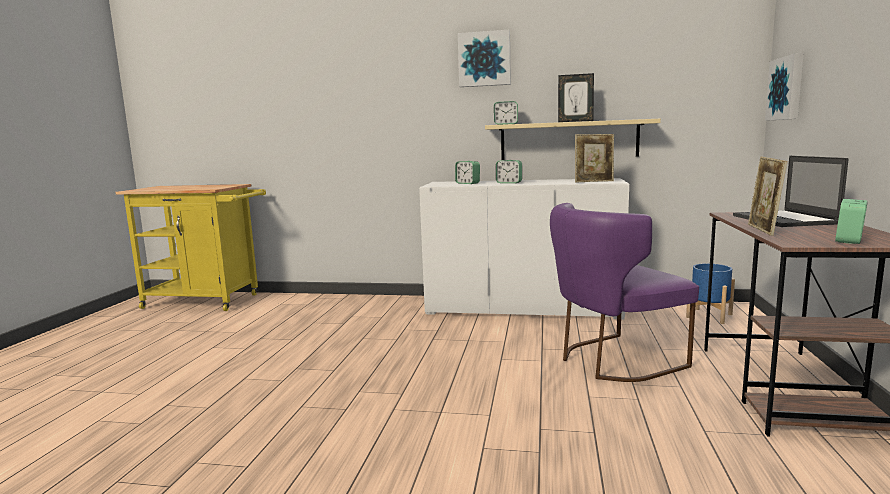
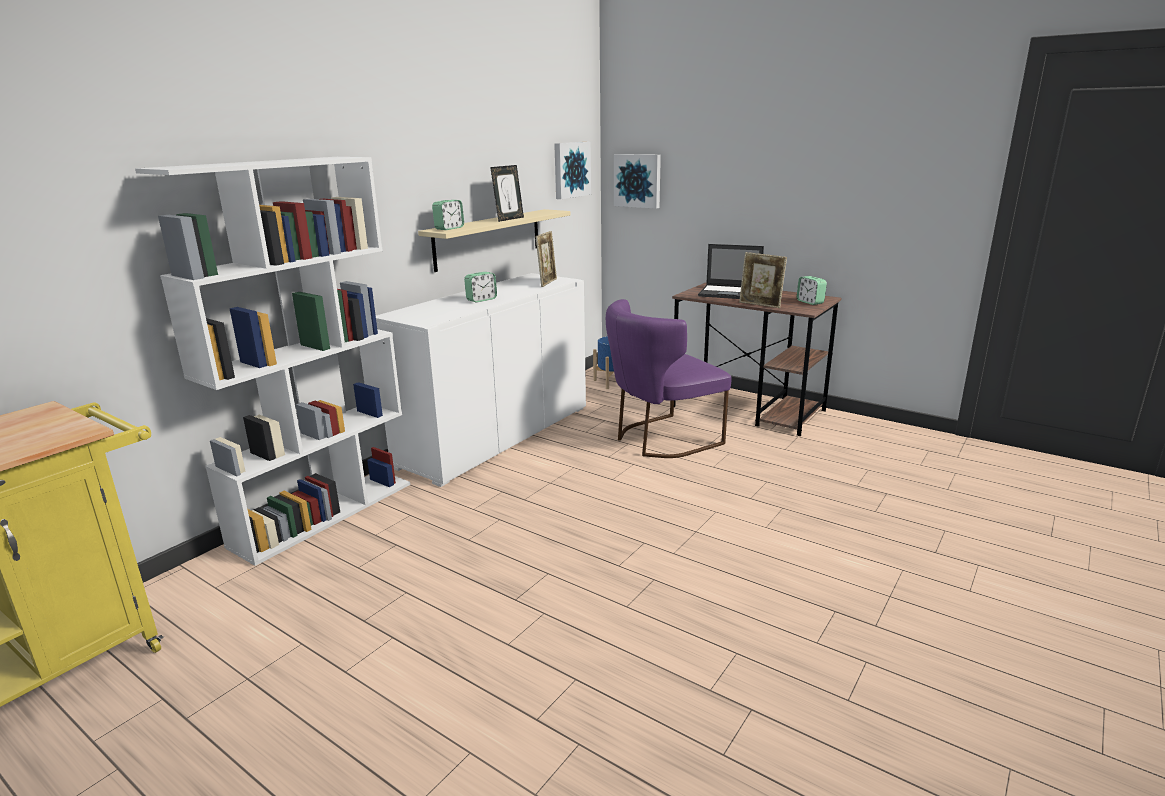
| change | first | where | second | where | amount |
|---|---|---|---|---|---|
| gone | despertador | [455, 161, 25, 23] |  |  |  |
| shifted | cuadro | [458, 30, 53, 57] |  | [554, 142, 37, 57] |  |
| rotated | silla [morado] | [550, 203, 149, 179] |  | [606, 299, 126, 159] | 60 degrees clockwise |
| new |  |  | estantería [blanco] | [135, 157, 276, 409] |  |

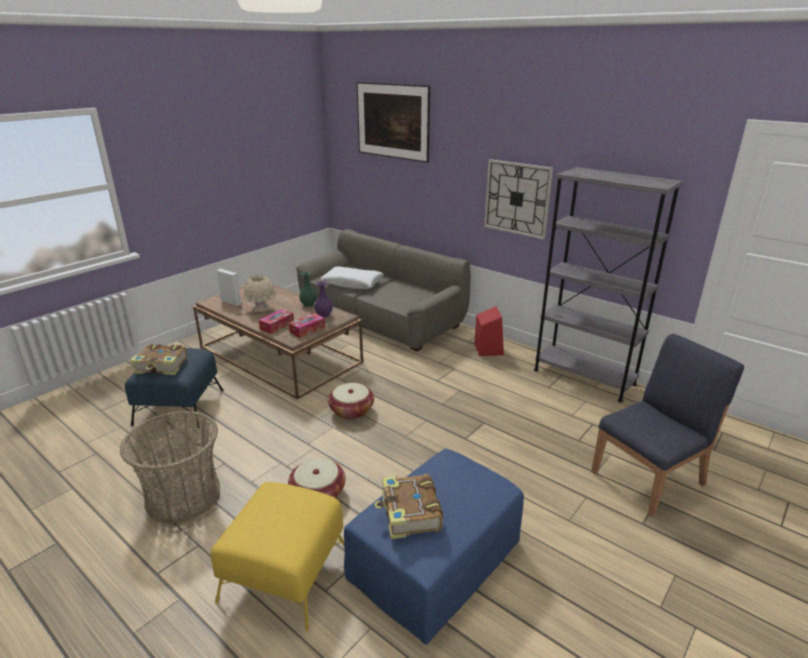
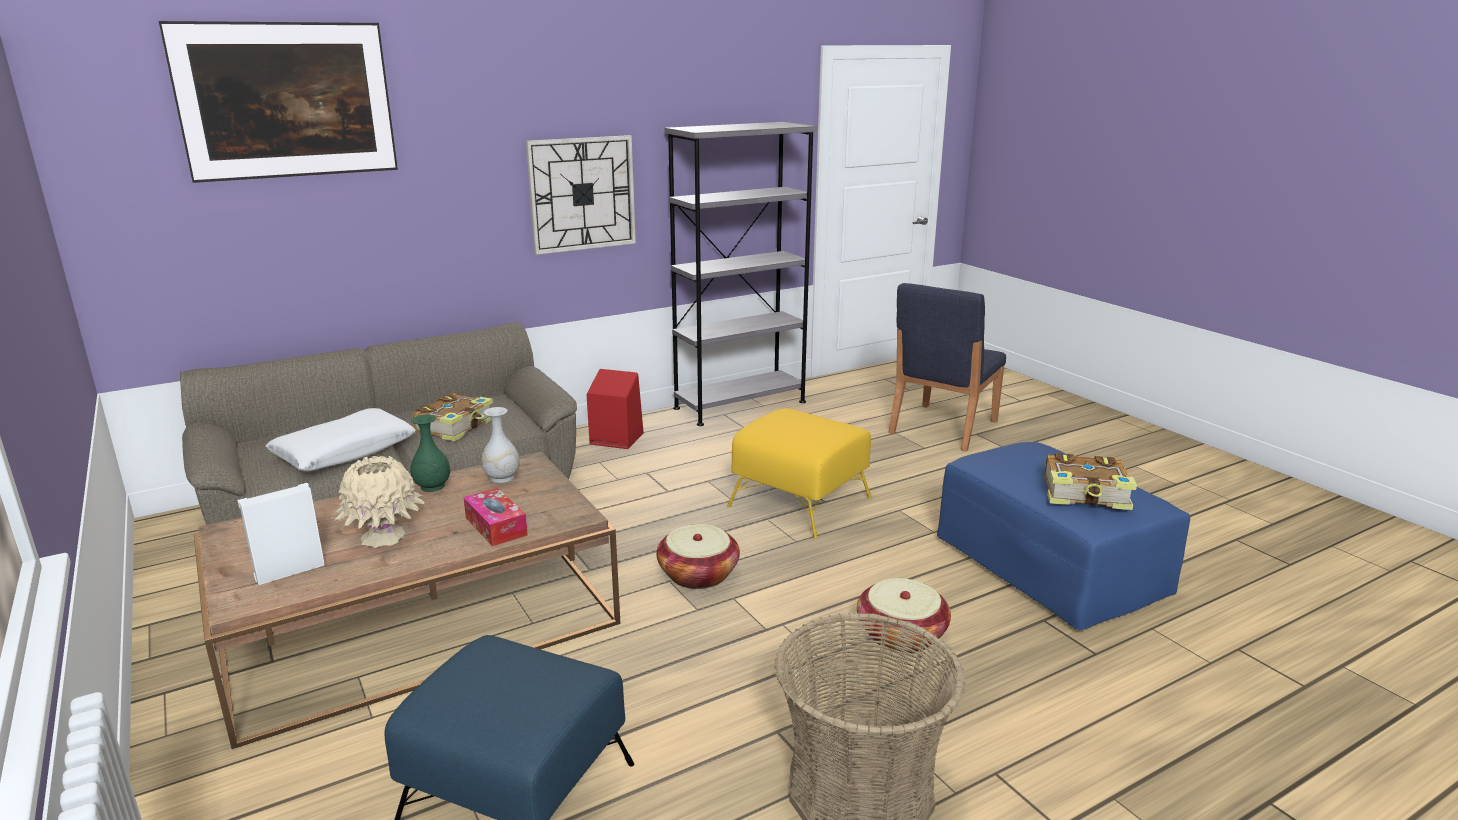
| change | first | where | second | where | amount |
|---|---|---|---|---|---|
| shifted | libro | [130, 344, 57, 31] |  | [412, 393, 81, 48] |  |
| shifted | puf [amarillo] | [211, 482, 133, 149] |  | [727, 408, 145, 131] |  |
| gone | caja de pañuelos | [289, 313, 36, 25] |  |  |  |
| repainted | florero [morado] | [315, 281, 18, 37] | florero [blanco] | [482, 407, 38, 76] |  |
| rotated | silla [azul] | [591, 334, 153, 183] |  | [888, 283, 118, 168] | 135 degrees counterclockwise |

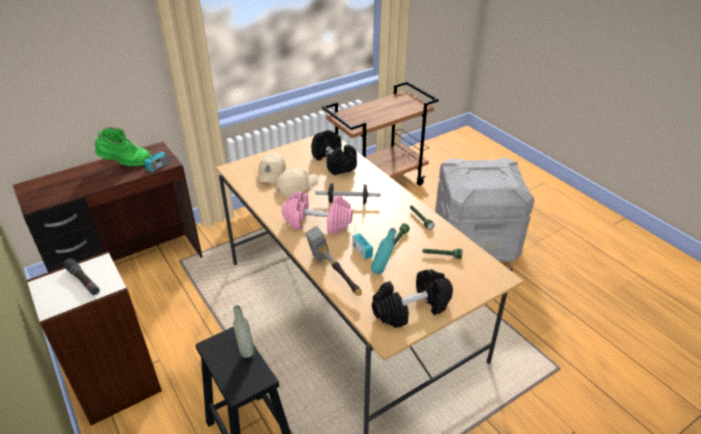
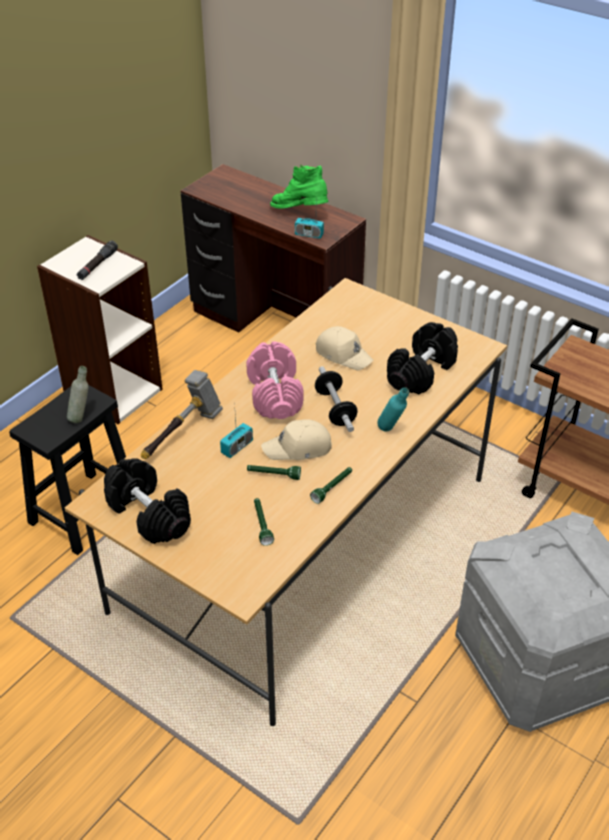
| change | first | where | second | where | amount |
|---|---|---|---|---|---|
| rotated | bota [verde] | [95, 127, 56, 39] |  | [270, 165, 58, 44] | 150 degrees clockwise |
| shifted | gorra [beis] | [258, 153, 28, 31] |  | [261, 419, 71, 41] |  |
| shifted | botella [turquesa] | [371, 228, 25, 46] |  | [377, 387, 32, 45] |  |

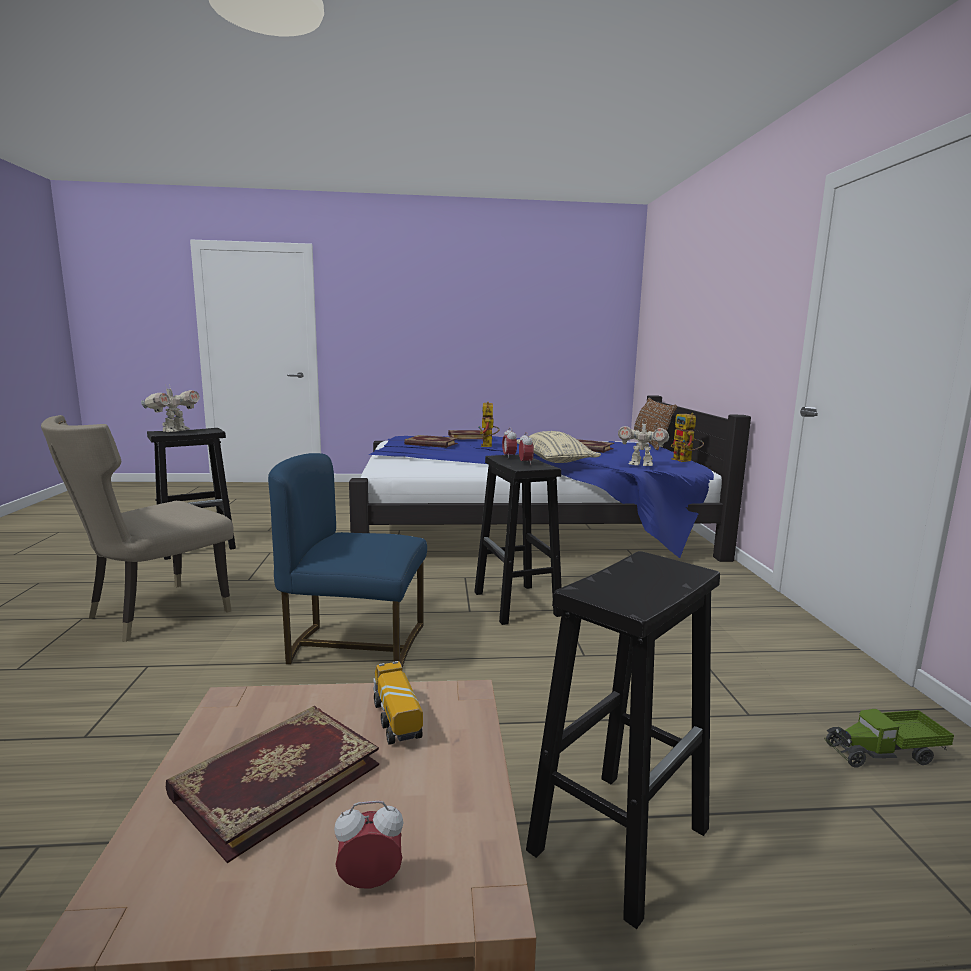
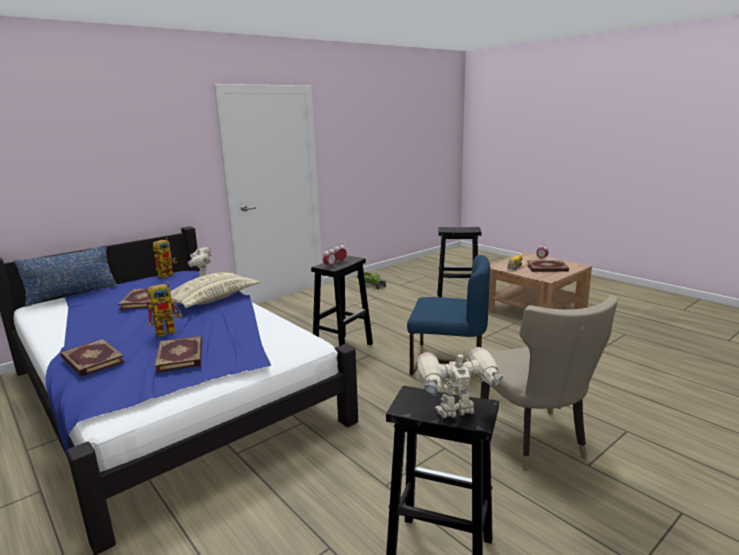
| change | first | where | second | where | amount |
|---|---|---|---|---|---|
| rotated | silla [beis] | [41, 415, 193, 227] |  | [480, 295, 138, 176] | 75 degrees clockwise |
| rotated | silla [azul] | [268, 453, 159, 214] |  | [407, 255, 83, 121] | 45 degrees counterclockwise |
| repainted | cojín [marrón] | [634, 398, 43, 52] | cojín [azul] | [14, 245, 104, 61] |  |

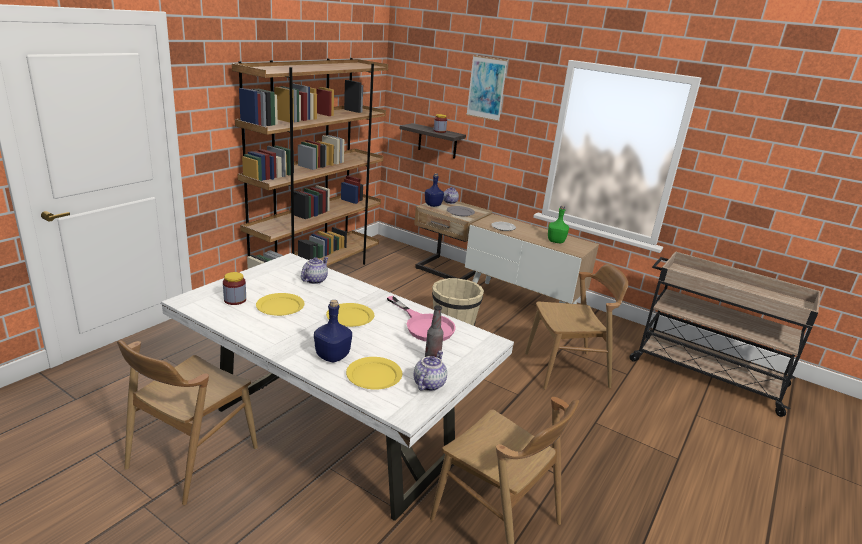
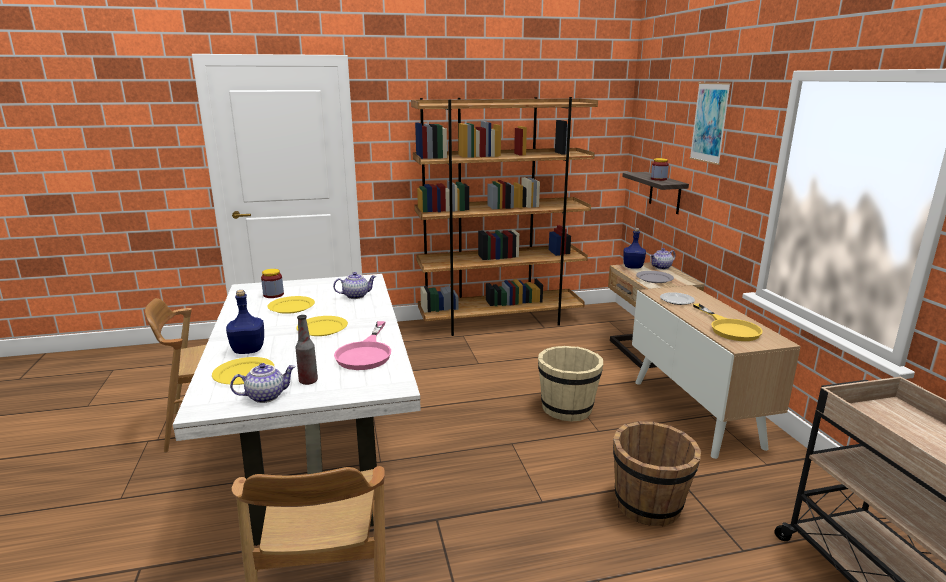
| change | first | where | second | where | amount |
|---|---|---|---|---|---|
| swapped | silla [marrón] | [525, 264, 103, 126] | cubo [marrón] | [613, 421, 88, 106] |  |
| swapped | botella [verde] | [548, 206, 21, 37] | sartén [amarillo] | [693, 304, 70, 37] |  |

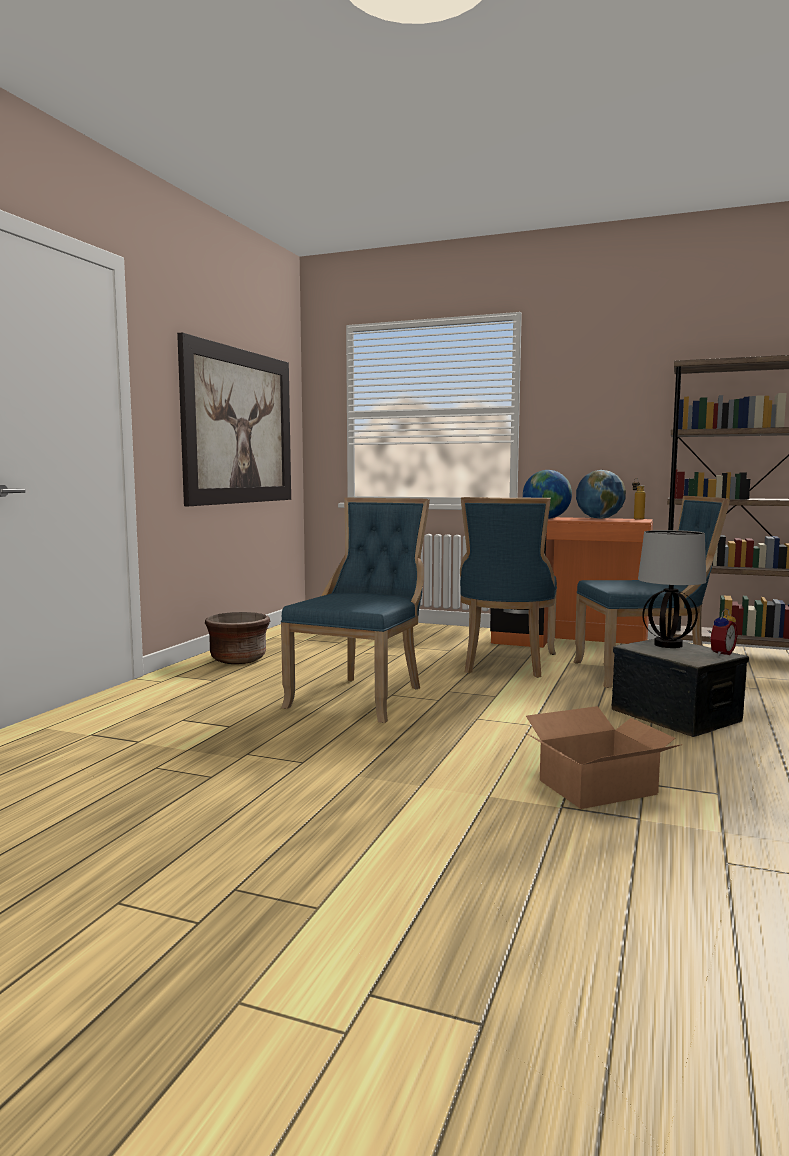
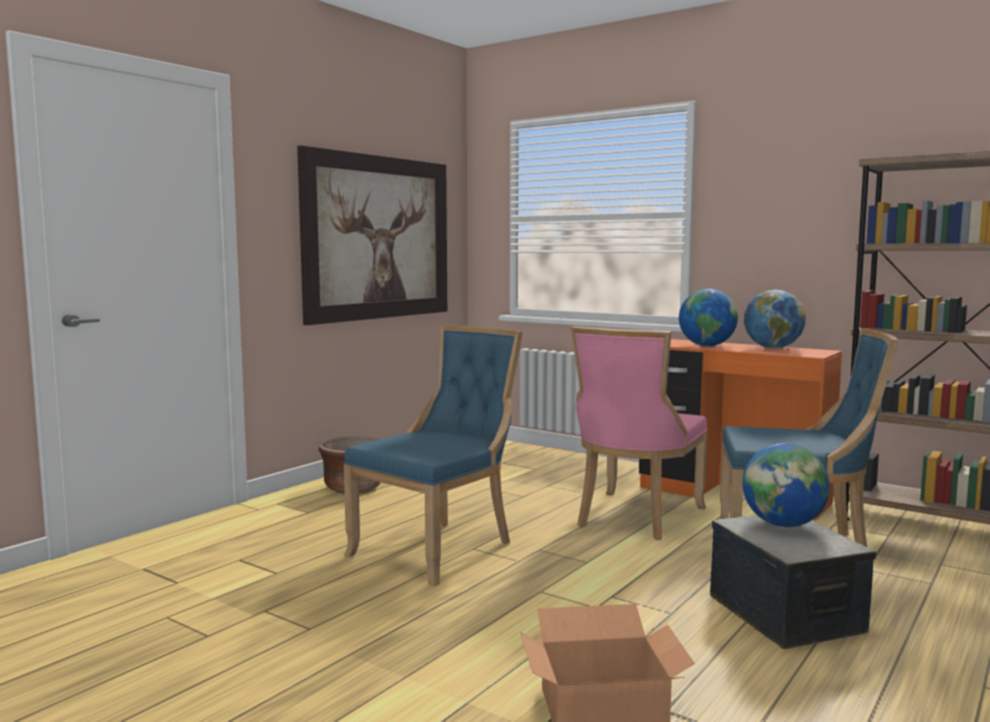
| change | first | where | second | where | amount |
|---|---|---|---|---|---|
| repainted | silla [azul] | [460, 497, 97, 181] | silla [rosa] | [571, 326, 137, 214] |  |
| gone | botella | [632, 478, 14, 42] |  |  |  |
| swapped | lámpara de mesa | [638, 530, 68, 118] | globo terráqueo | [743, 443, 87, 84] |  |
| gone | despertador | [709, 609, 29, 47] |  |  |  |

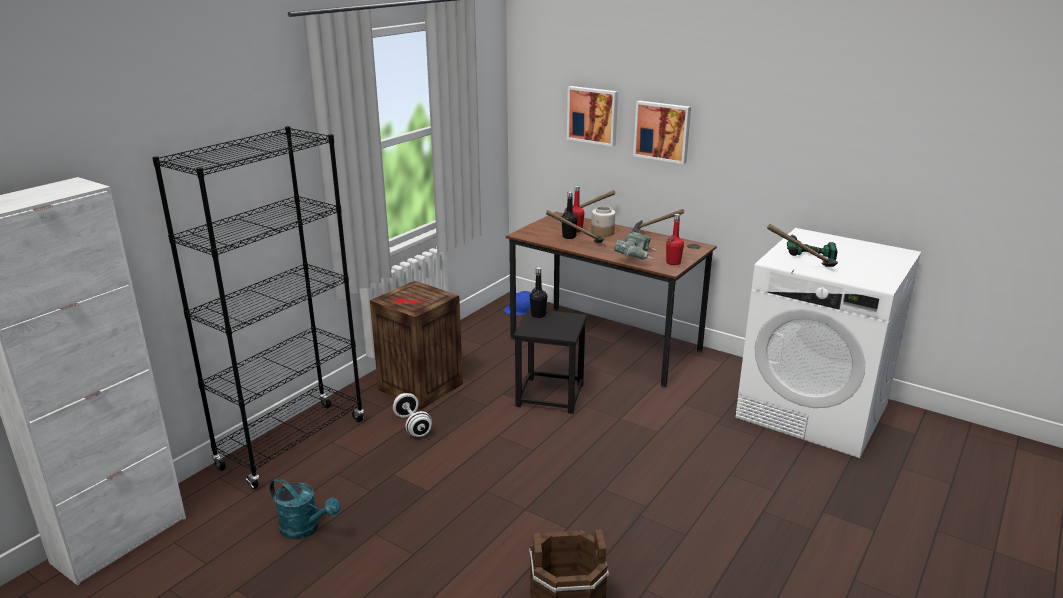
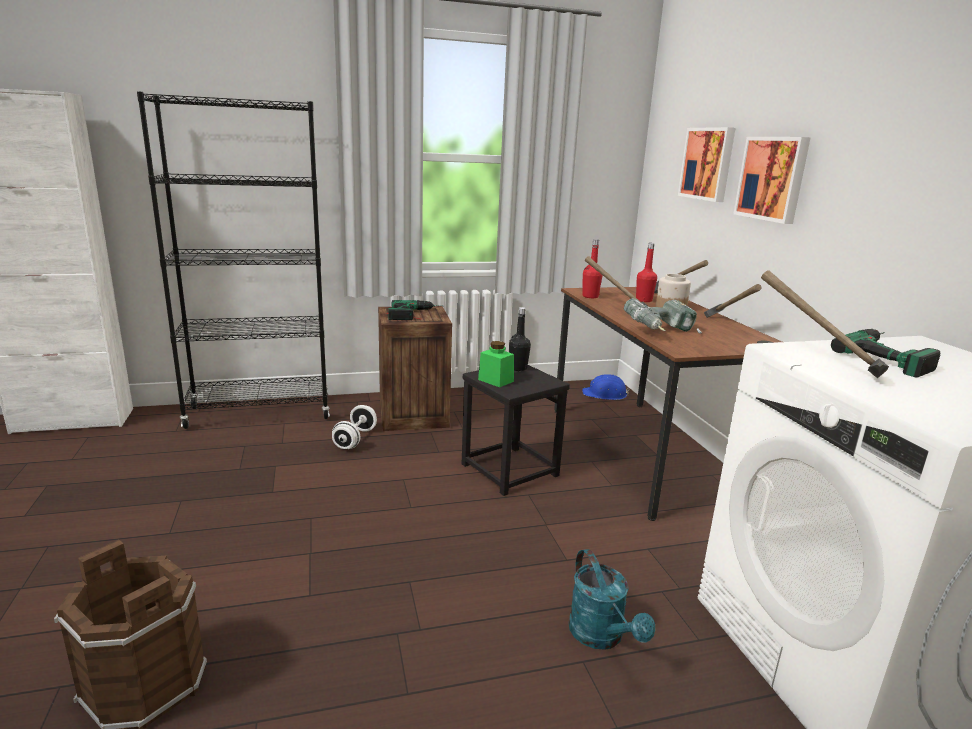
| change | first | where | second | where | amount |
|---|---|---|---|---|---|
| shifted | regadera [turquesa] | [270, 478, 70, 62] |  | [569, 549, 86, 101] |  |
| gone | botella [negro] | [562, 191, 16, 48] |  |  |  |
| shifted | botella [rojo] | [666, 214, 18, 51] |  | [582, 239, 21, 59] |  |
| new |  |  | taladro | [388, 300, 51, 20] |  |
| new |  |  | tarro [verde] | [478, 341, 36, 46] |  |

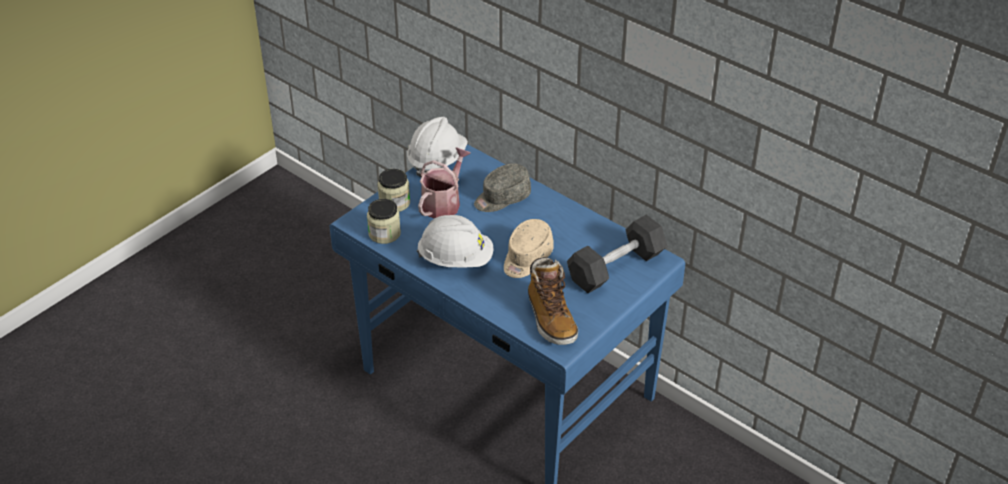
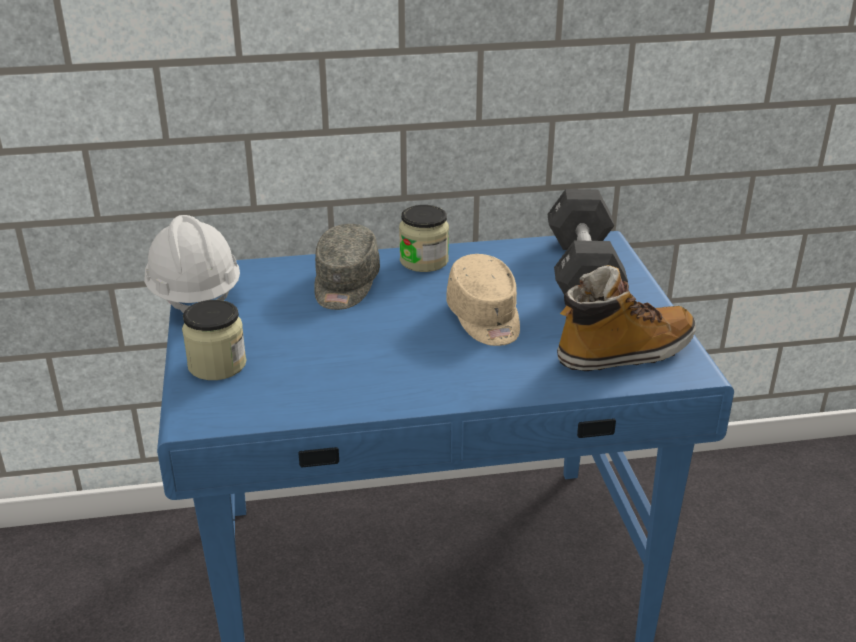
| change | first | where | second | where | amount |
|---|---|---|---|---|---|
| shifted | tarro | [367, 199, 34, 45] |  | [399, 205, 50, 67] |  |
| gone | casco [blanco] | [417, 215, 77, 53] |  |  |  |
| gone | regadera | [418, 147, 53, 72] |  |  |  |
| rotated | bota | [528, 257, 50, 88] |  | [557, 265, 139, 106] | 45 degrees counterclockwise |

